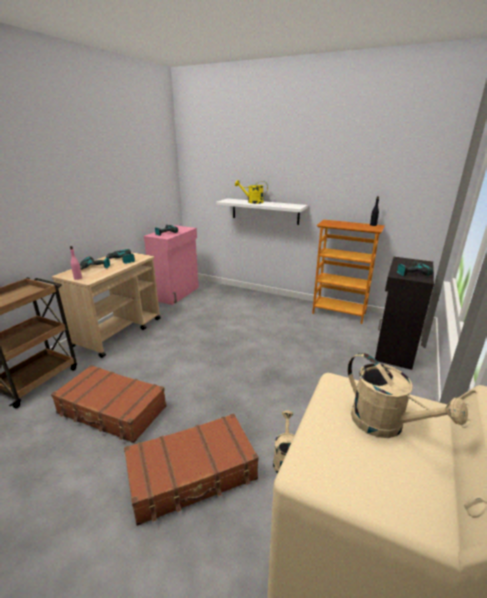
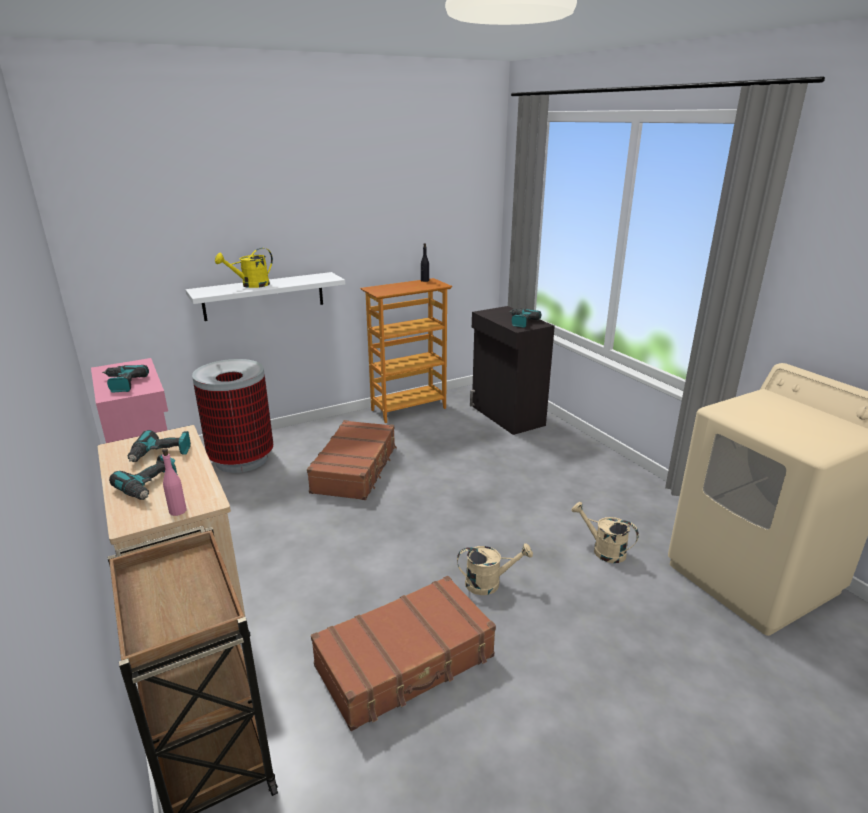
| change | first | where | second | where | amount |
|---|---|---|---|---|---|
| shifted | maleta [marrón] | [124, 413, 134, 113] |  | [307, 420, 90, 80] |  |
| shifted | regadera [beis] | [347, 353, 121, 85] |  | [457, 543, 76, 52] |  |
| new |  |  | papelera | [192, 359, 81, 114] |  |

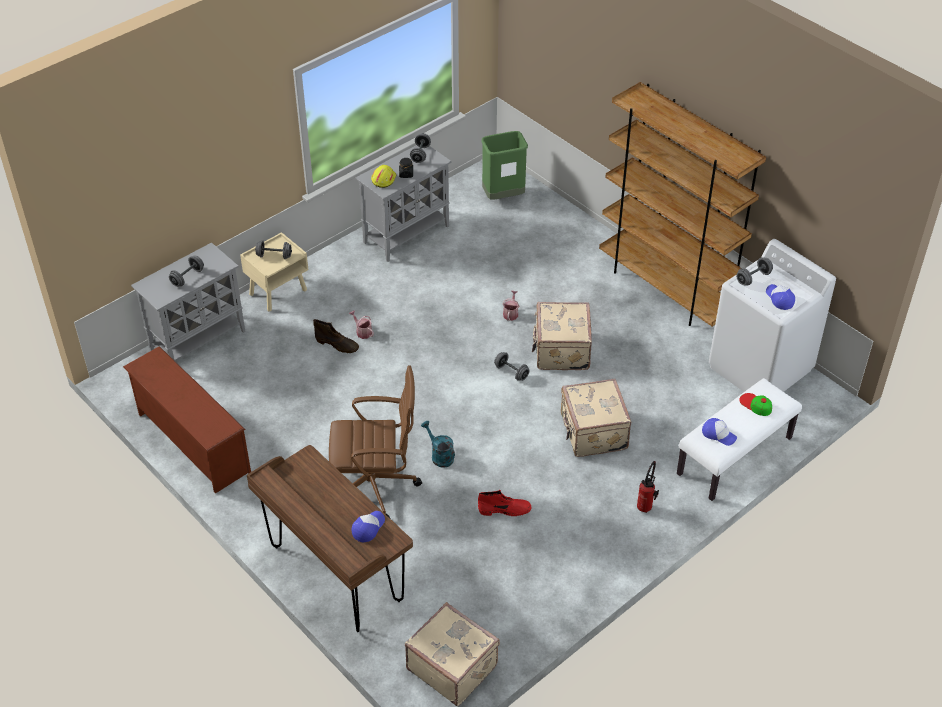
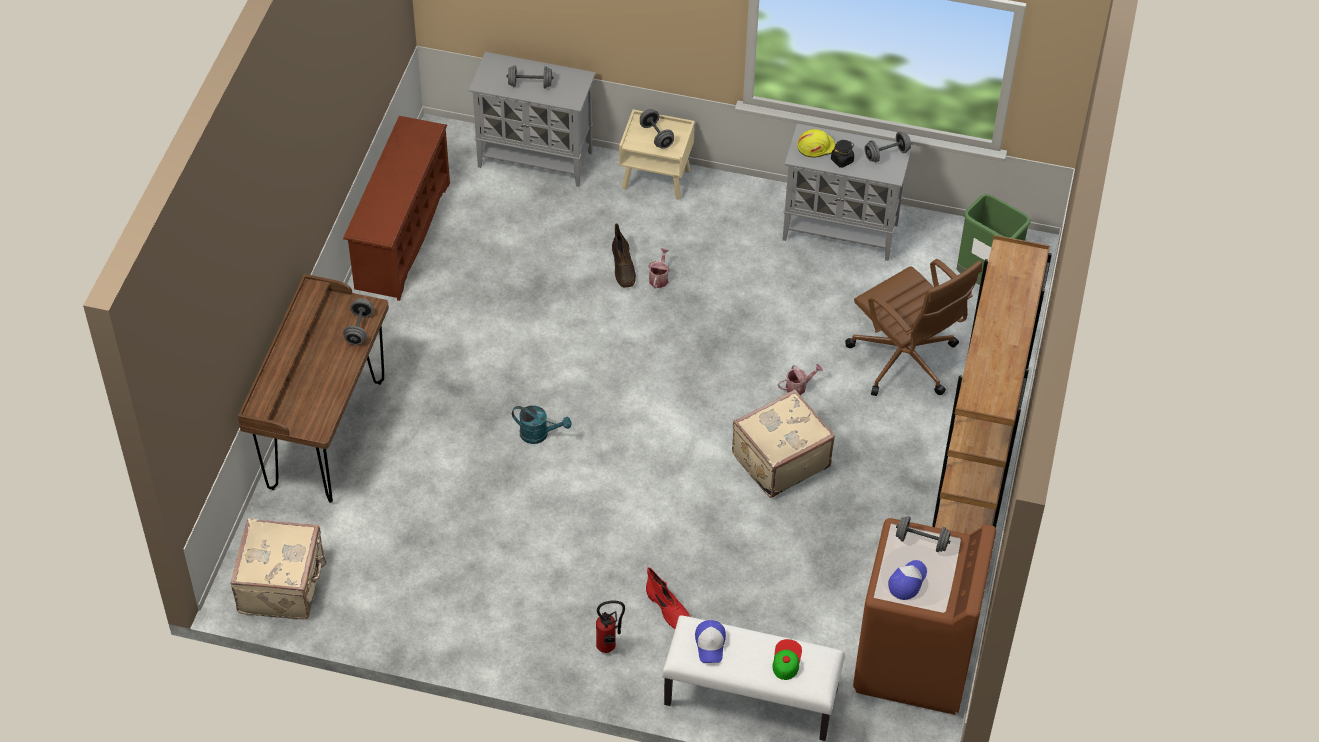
| change | first | where | second | where | amount |
|---|---|---|---|---|---|
| shifted | silla de oficina [marrón] | [329, 365, 93, 154] |  | [845, 259, 137, 137] |  |
| gone | gorra | [352, 511, 33, 31] |  |  |  |
| rotated | regadera [turquesa] | [421, 421, 34, 47] |  | [512, 405, 59, 39] | 90 degrees clockwise |
| shifted | bota [rojo] | [478, 490, 53, 26] |  | [646, 567, 44, 62] |  |
| shifted | mancuerna [gris] | [494, 352, 35, 29] |  | [343, 298, 31, 47] |  |
| gone | maleta [beis] | [561, 379, 70, 78] |  |  |  |
| repainted | lavadora [blanco] | [709, 239, 127, 153] | lavadora [marrón] | [853, 518, 143, 197] |  |

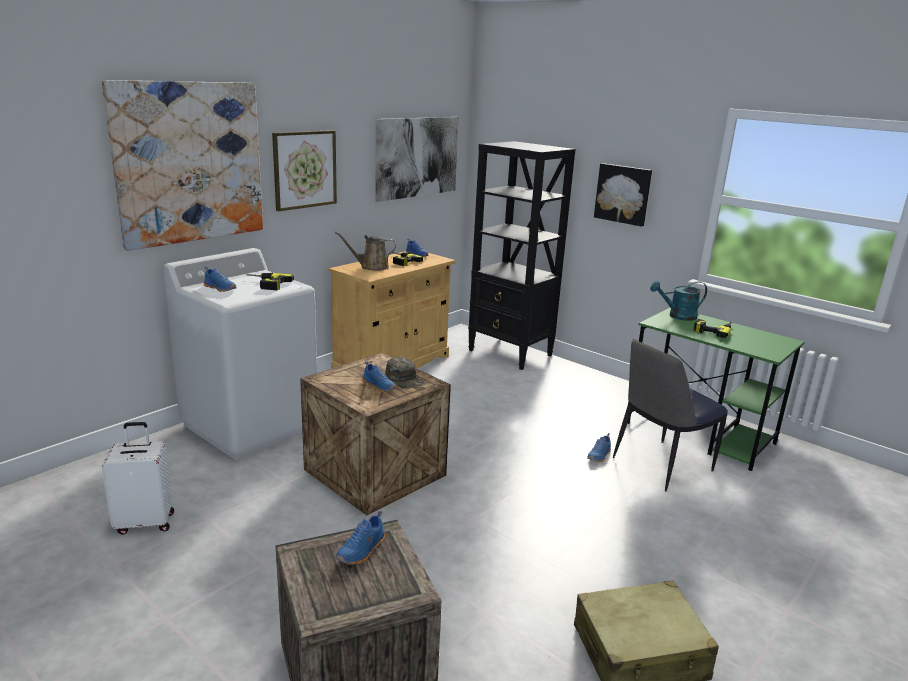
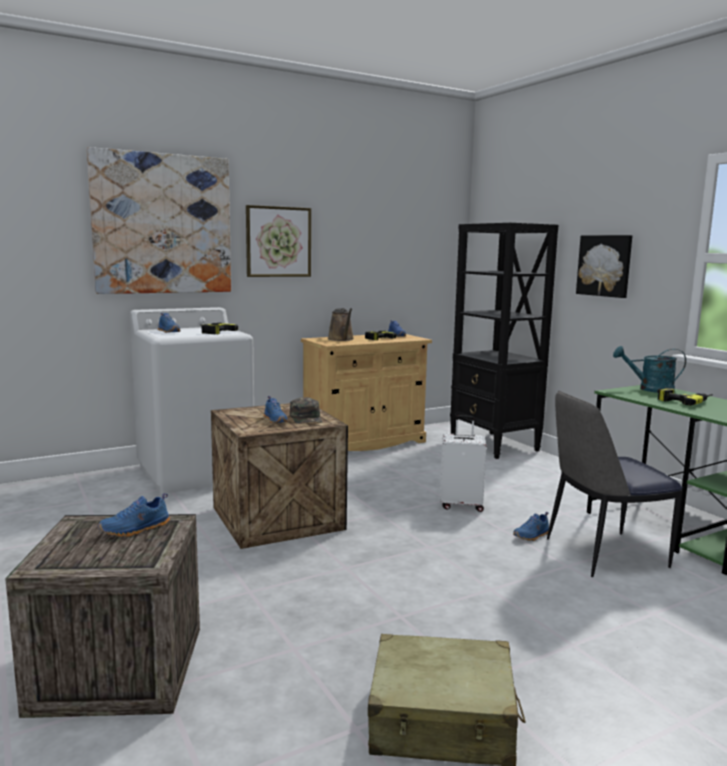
| change | first | where | second | where | amount |
|---|---|---|---|---|---|
| shifted | maleta [blanco] | [102, 422, 72, 113] |  | [440, 415, 46, 97] |  |
| rotated | regadera [marrón] | [335, 232, 61, 39] |  | [328, 308, 26, 33] | 120 degrees counterclockwise |
| gone | cuadro | [376, 117, 83, 85] |  |  |  |

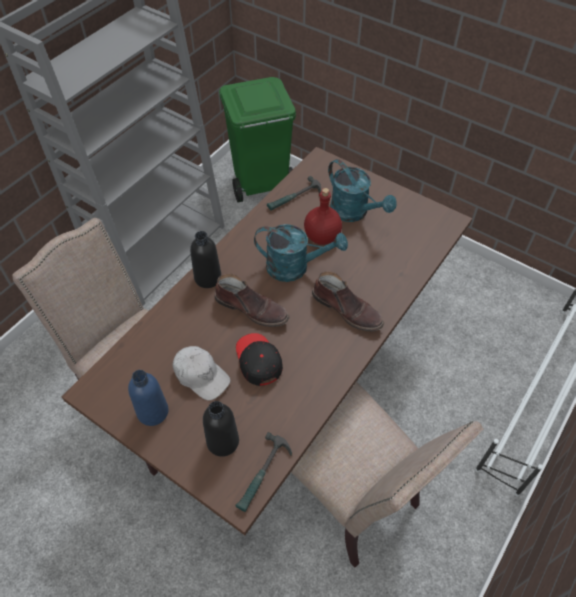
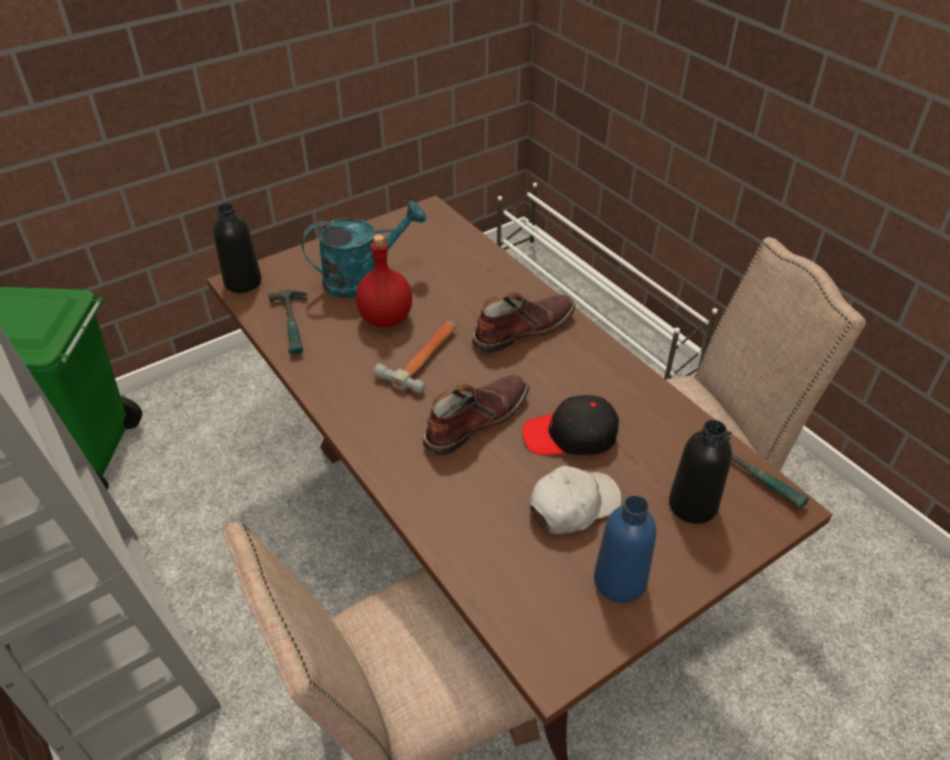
| change | first | where | second | where | amount |
|---|---|---|---|---|---|
| shifted | botella [negro] | [190, 231, 31, 57] |  | [213, 203, 48, 90] |  |
| swapped | regadera [turquesa] | [254, 224, 94, 58] | martillo | [374, 321, 82, 72] |  |

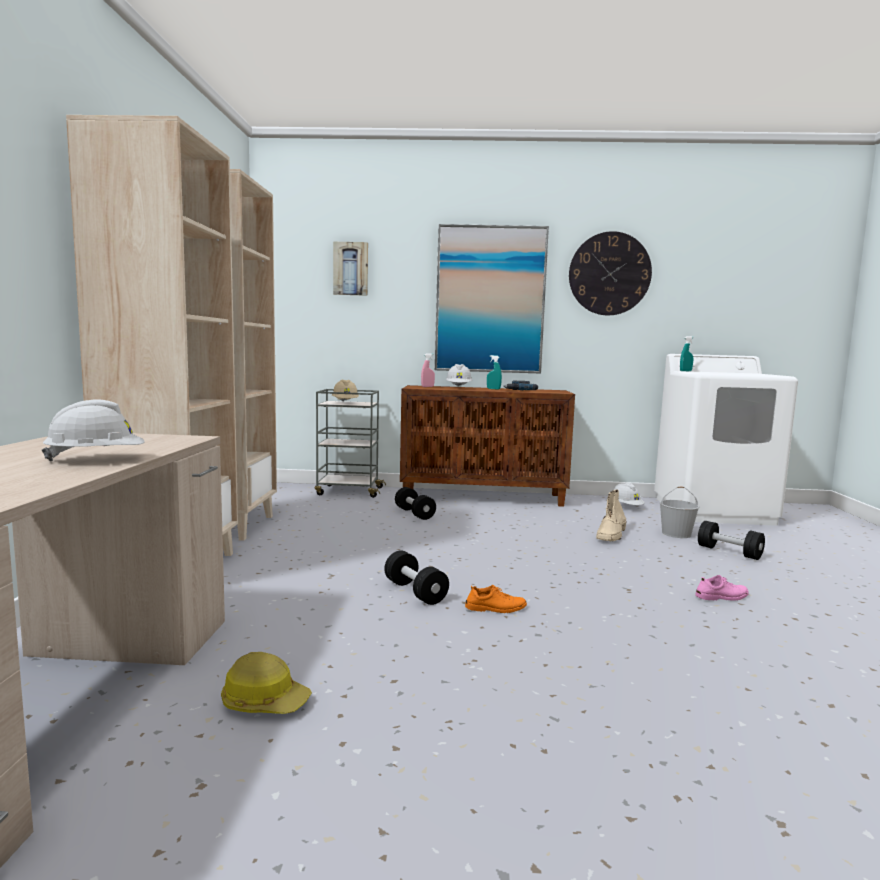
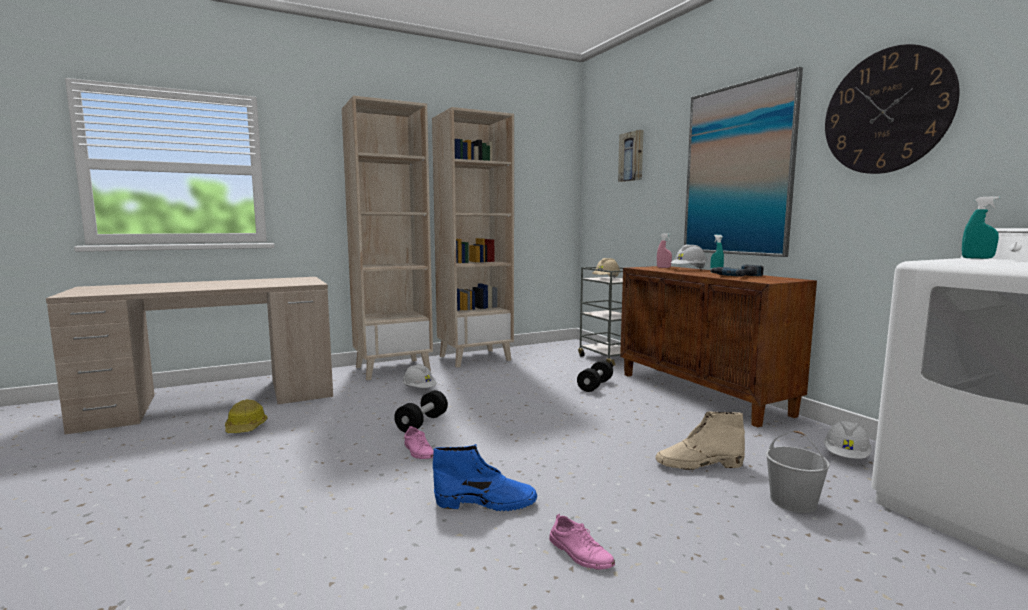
| change | first | where | second | where | amount |
|---|---|---|---|---|---|
| shifted | casco [blanco] | [42, 399, 103, 62] |  | [402, 364, 35, 24] |  |
| repainted | zapato [naranja] | [465, 585, 62, 28] | zapato [rosa] | [404, 426, 30, 33] |  |
| gone | mancuerna [negro] | [698, 521, 67, 39] |  |  |  |
| new |  |  | bota [azul] | [433, 444, 104, 67] |  |

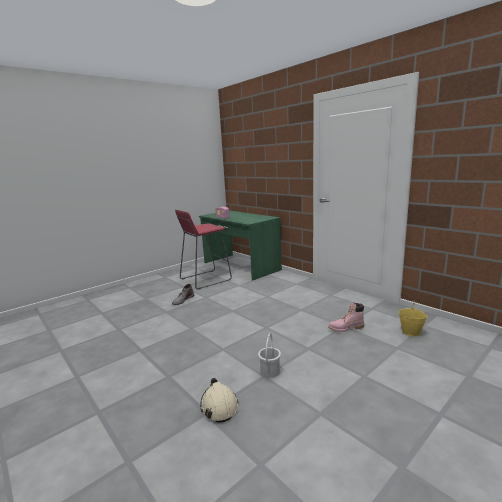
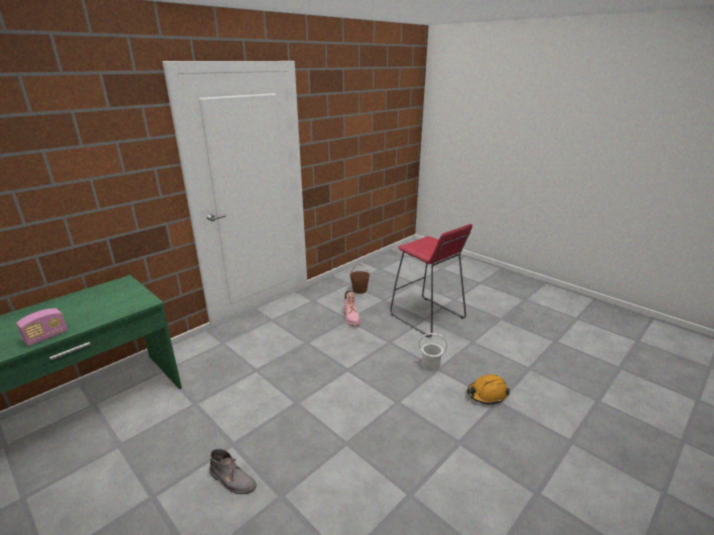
| change | first | where | second | where | amount |
|---|---|---|---|---|---|
| shifted | taburete [rojo] | [175, 210, 57, 80] |  | [390, 224, 82, 113] |  |
| repainted | casco [beis] | [200, 378, 38, 45] | casco [naranja] | [467, 374, 43, 30] |  |
| repainted | cubo [amarillo] | [399, 301, 29, 35] | cubo [marrón] | [350, 264, 20, 30] |  |

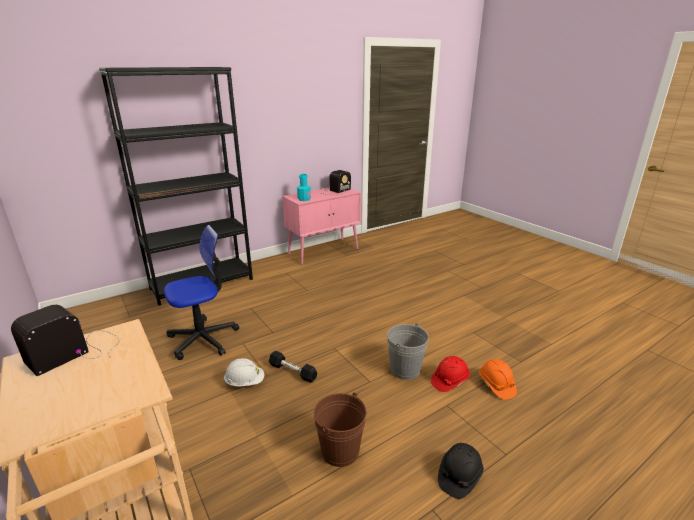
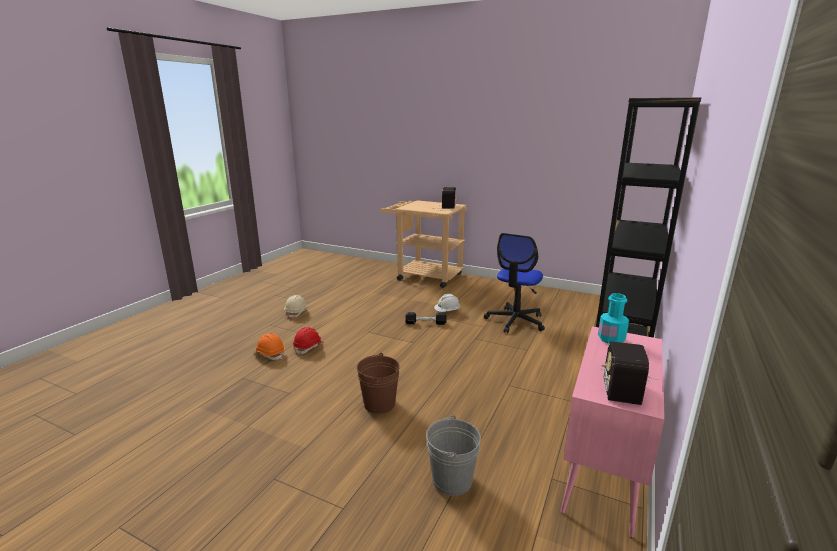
| change | first | where | second | where | amount |
|---|---|---|---|---|---|
| shifted | cubo [marrón] | [314, 393, 53, 74] |  | [357, 353, 43, 61] |  |
| shifted | cubo [gris] | [387, 323, 42, 57] |  | [426, 415, 55, 81] |  |
| repainted | casco [negro] | [438, 443, 46, 56] | casco [beis] | [284, 295, 24, 24] |  |

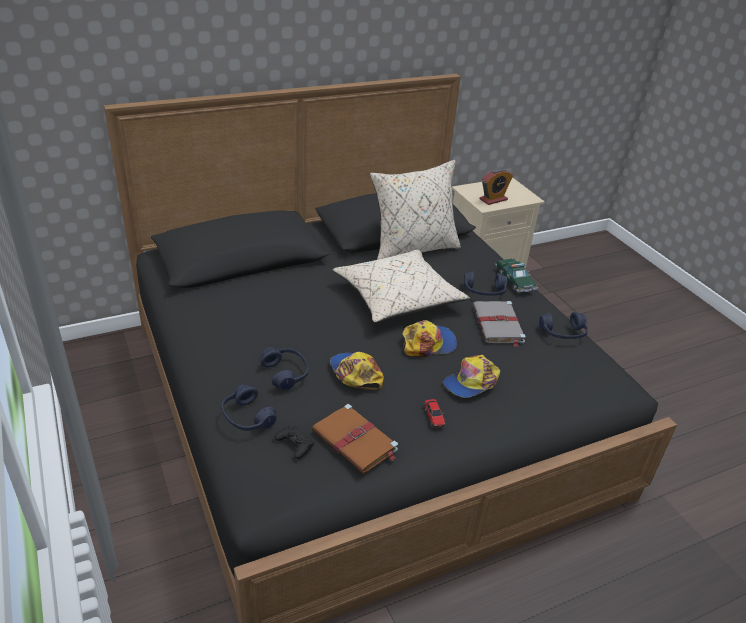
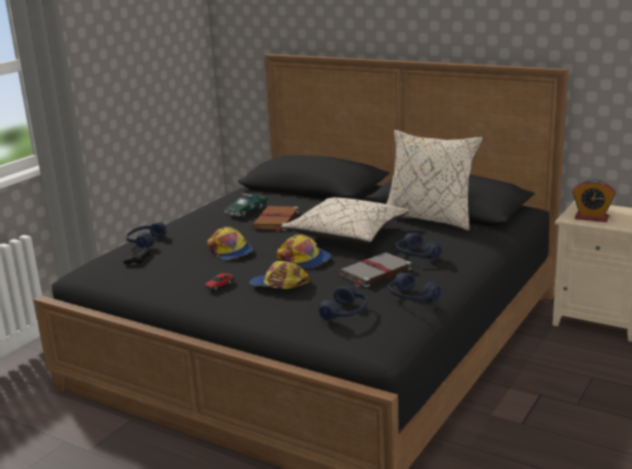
| change | first | where | second | where | amount |
|---|---|---|---|---|---|
| shifted | auriculares [azul] | [260, 347, 49, 43] |  | [319, 286, 49, 35] |  |
| shifted | libro [marrón] | [312, 404, 86, 70] |  | [252, 206, 47, 26] |  |
| rotated | gorra | [330, 352, 54, 38] |  | [207, 227, 45, 33] | 120 degrees clockwise |
| shifted | coche de juguete | [495, 259, 43, 34] |  | [224, 193, 45, 24] |  |

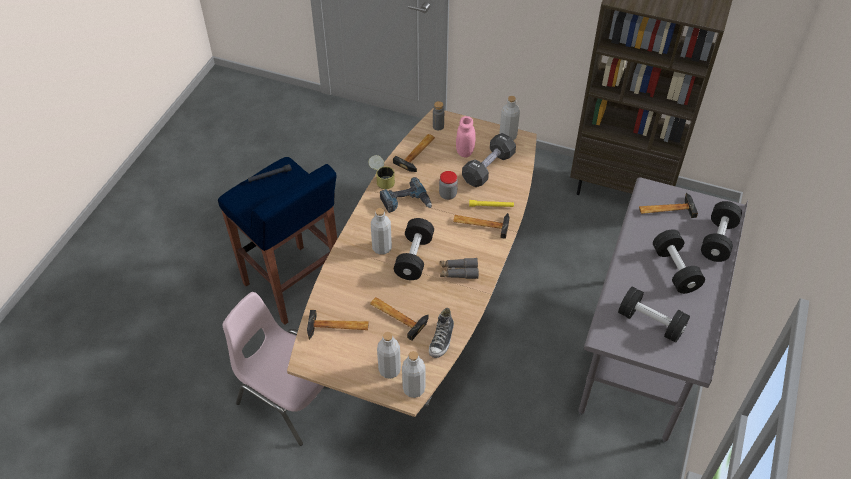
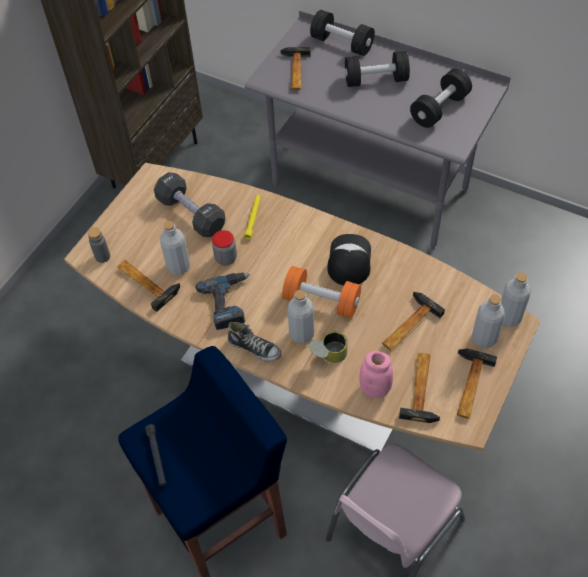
| change | first | where | second | where | amount |
|---|---|---|---|---|---|
| shifted | lata | [368, 155, 27, 34] |  | [309, 332, 39, 31] |  |
| repainted | mancuerna [negro] | [394, 218, 40, 62] | mancuerna [naranja] | [282, 266, 79, 52] |  |
| shifted | zapato | [429, 308, 25, 50] |  | [228, 322, 54, 39] |  |
| swapped | prismáticos [gris] | [440, 258, 39, 21] | gorra | [327, 234, 44, 51] |  |
| shifted | martillo | [453, 213, 57, 26] |  | [457, 349, 40, 70] |  |
| shifted | tarro [rosa] | [456, 116, 20, 42] |  | [359, 351, 34, 47] |  |
| shifted | botella [gris] | [499, 96, 21, 44] |  | [160, 221, 30, 54] |  |

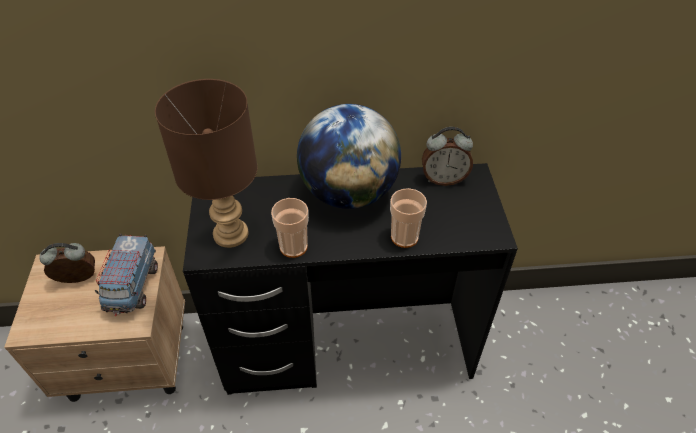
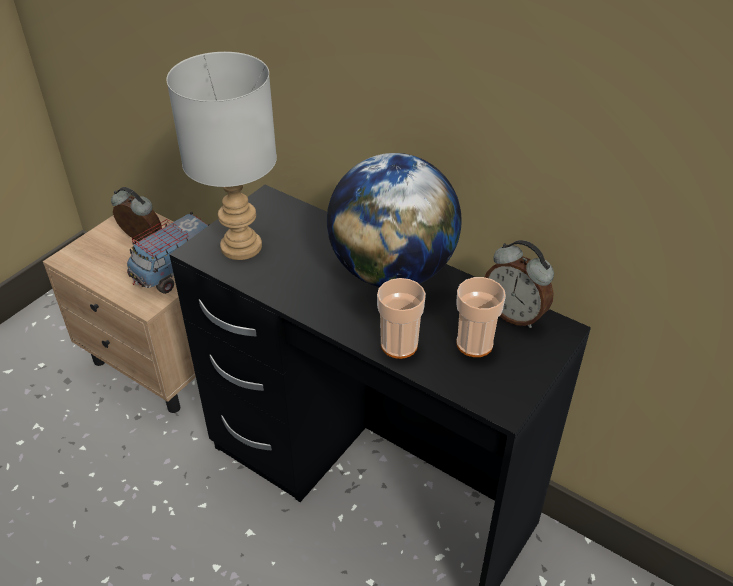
| change | first | where | second | where | amount |
|---|---|---|---|---|---|
| repainted | lámpara de mesa [marrón] | [155, 79, 102, 169] | lámpara de mesa [gris] | [166, 52, 111, 208] |  |
| shifted | taza | [271, 198, 38, 60] |  | [456, 277, 50, 80] |  |

